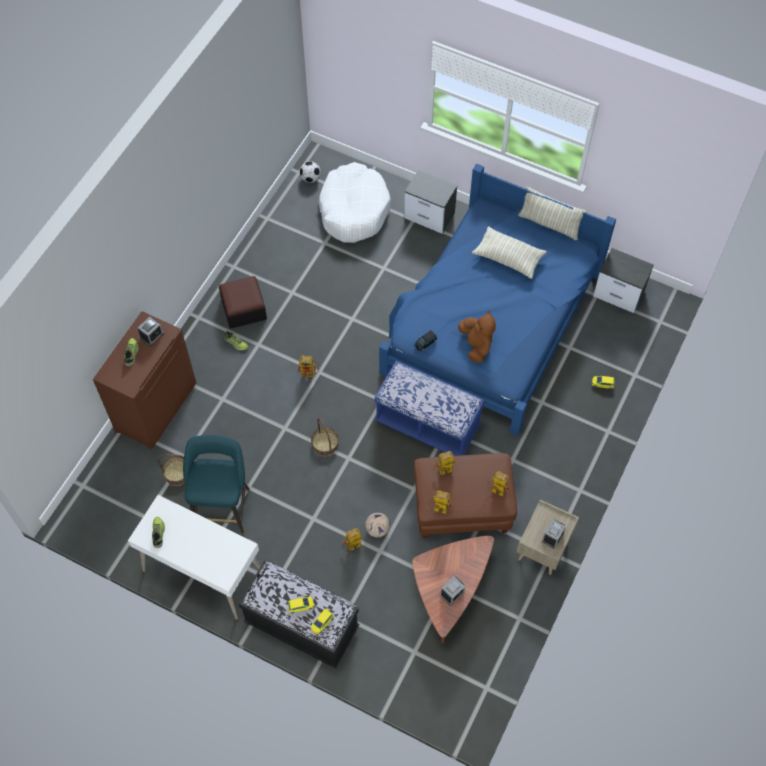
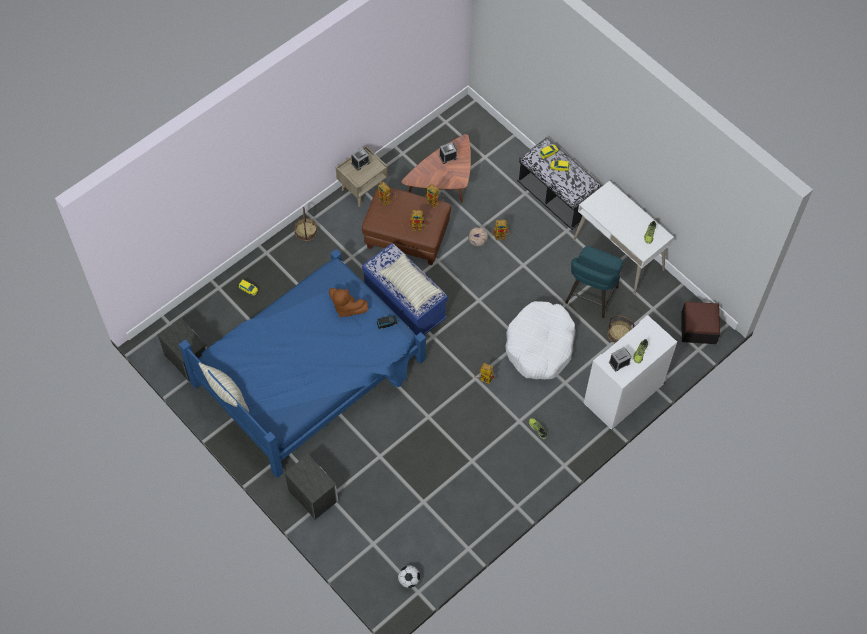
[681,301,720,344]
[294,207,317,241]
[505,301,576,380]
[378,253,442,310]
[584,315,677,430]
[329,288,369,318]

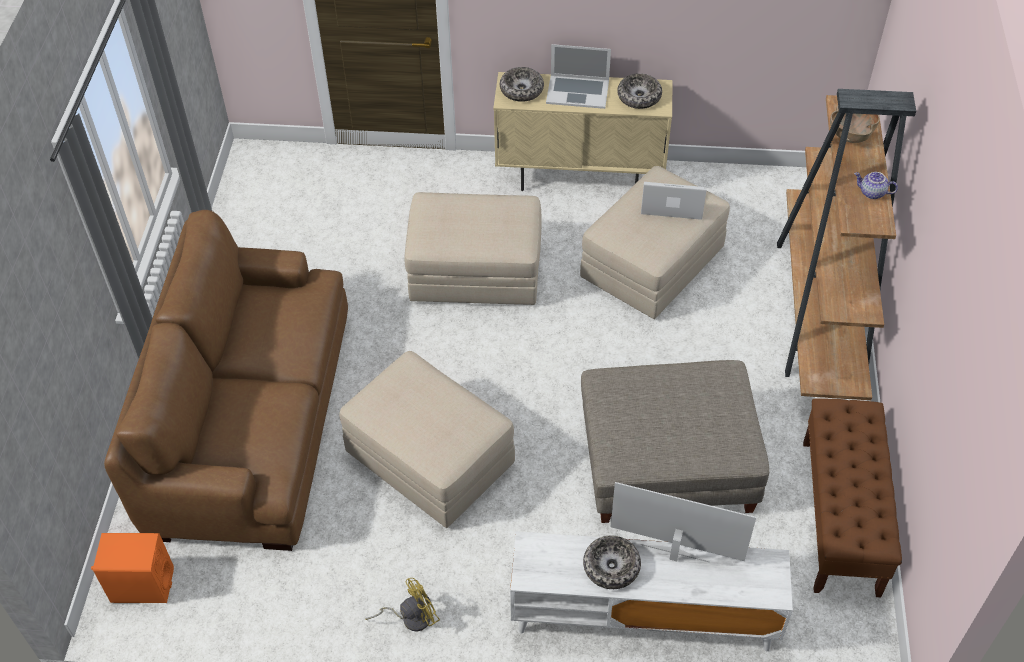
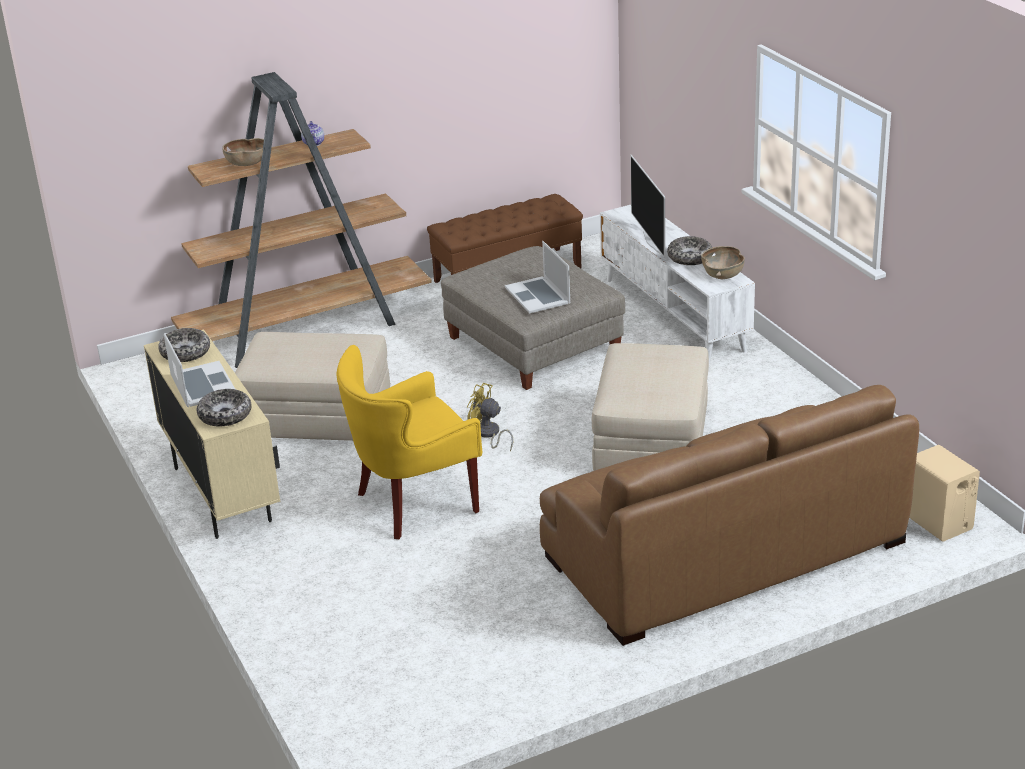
[701,246,745,279]
[467,383,513,451]
[505,241,570,314]
[336,345,482,539]
[909,445,980,542]

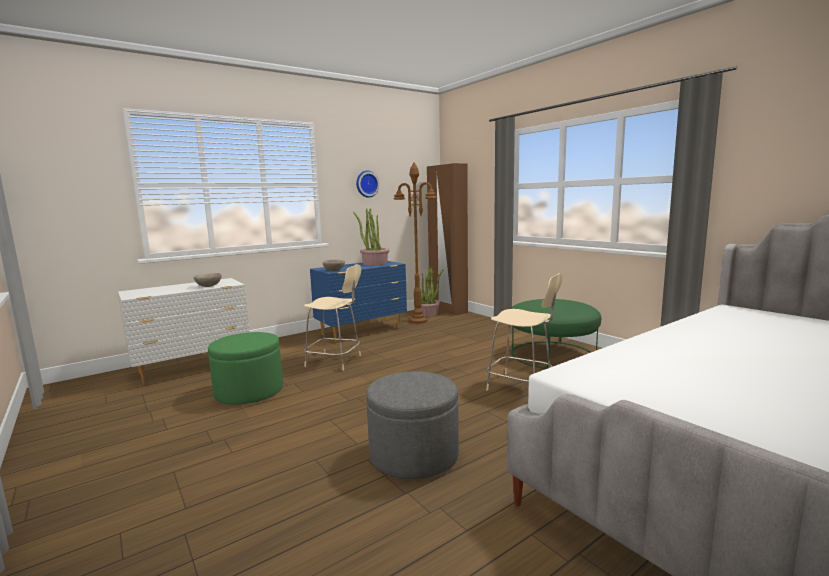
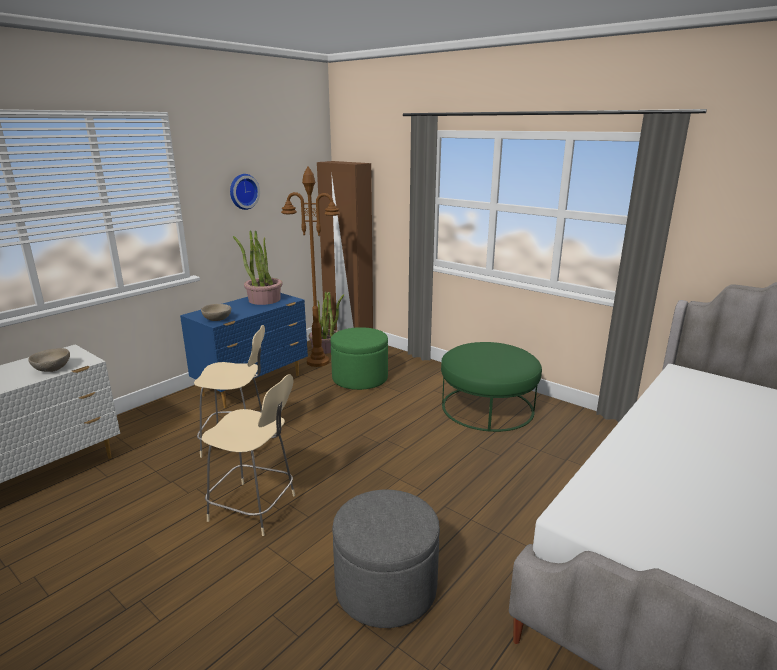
[331,327,388,390]
[201,375,295,536]

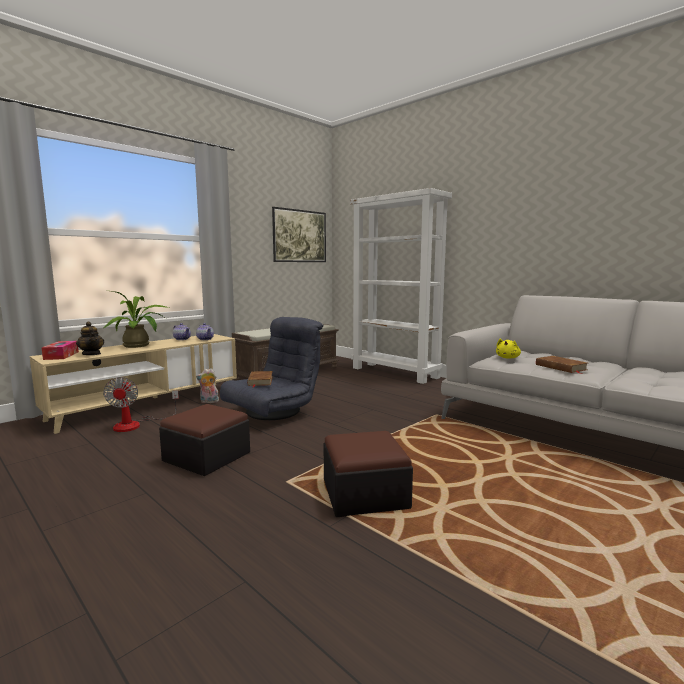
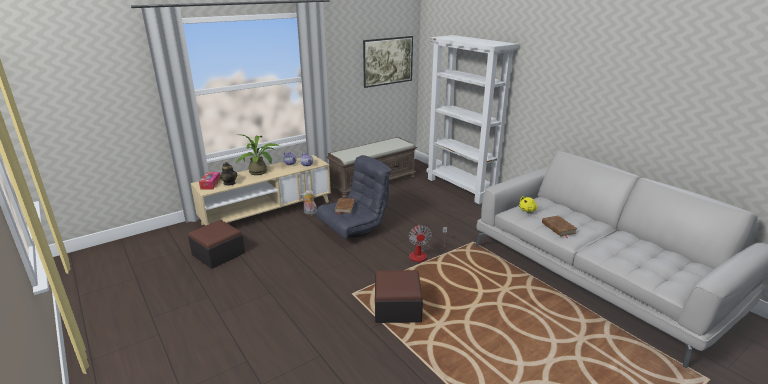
[409,224,447,262]
[188,220,245,269]

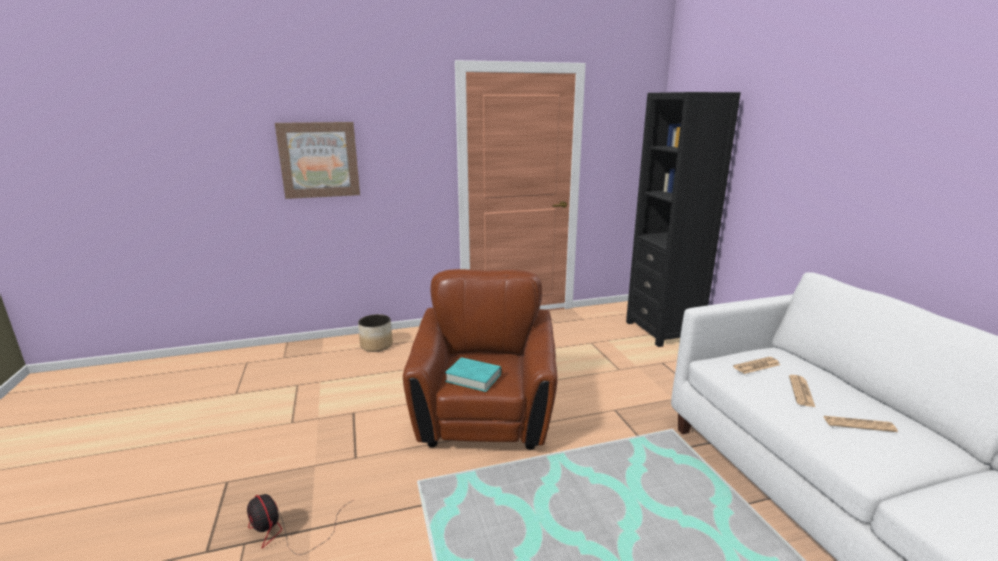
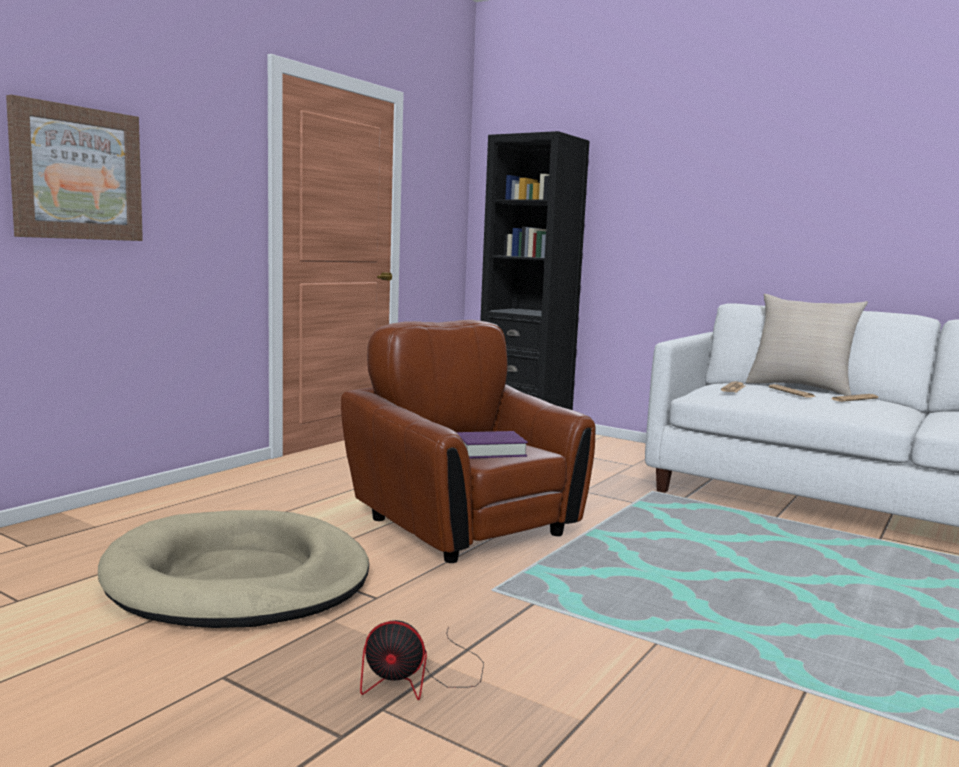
[358,314,393,352] (first image)
[98,510,369,628]
[746,294,868,396]
[457,431,528,458]

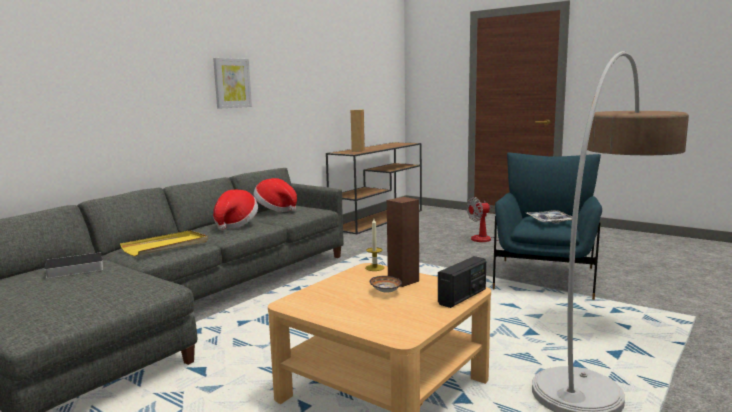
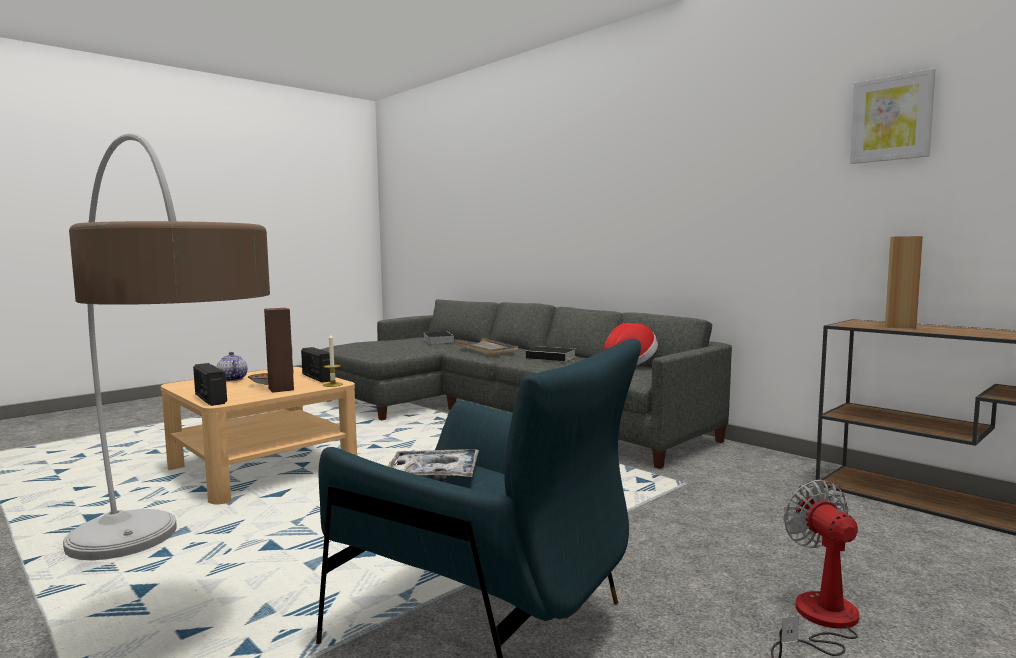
[217,352,248,381]
[301,347,330,383]
[850,68,936,164]
[526,346,576,361]
[453,338,518,355]

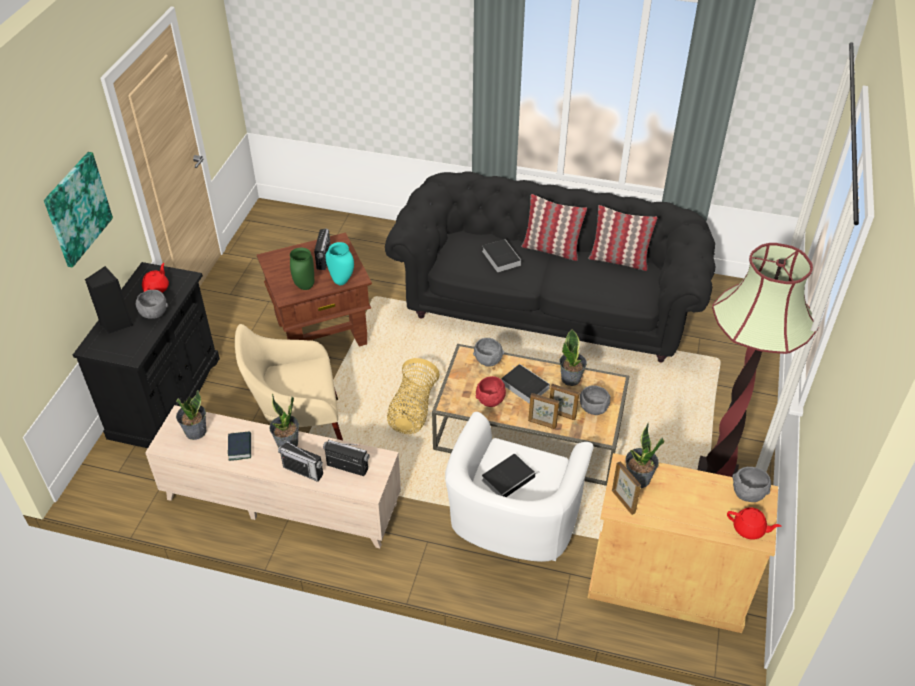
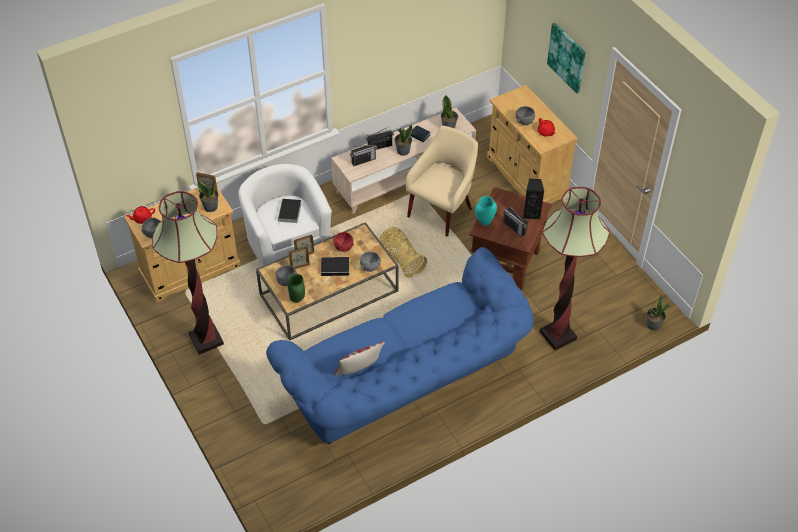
[482,239,521,272] (first image)
[521,194,587,261] (first image)
[540,187,610,350]
[523,179,544,219]
[287,274,305,303]
[647,295,670,331]
[487,85,578,204]
[266,247,534,444]

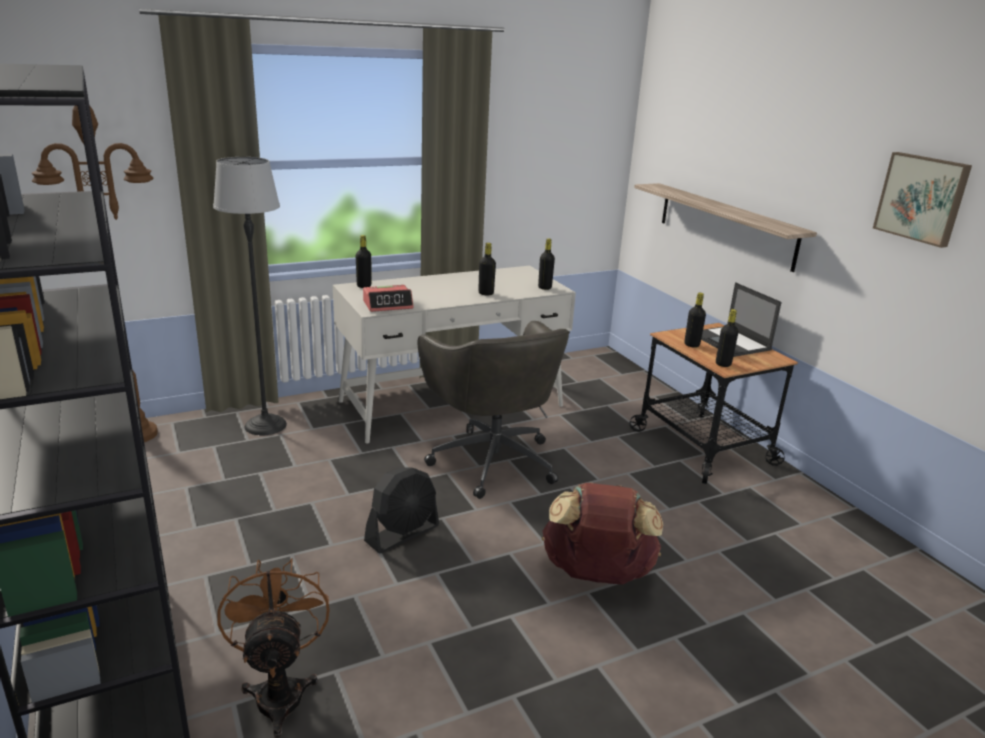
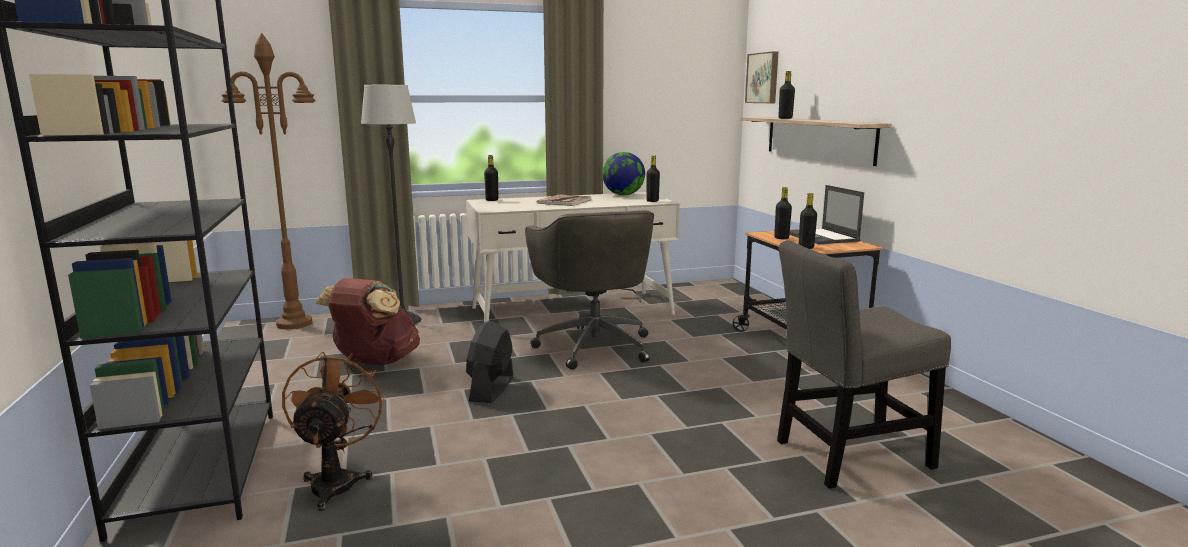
[363,285,414,312] (first image)
[537,194,592,206]
[602,152,645,195]
[777,240,951,489]
[778,71,795,119]
[316,278,420,365]
[745,51,778,103]
[466,320,513,403]

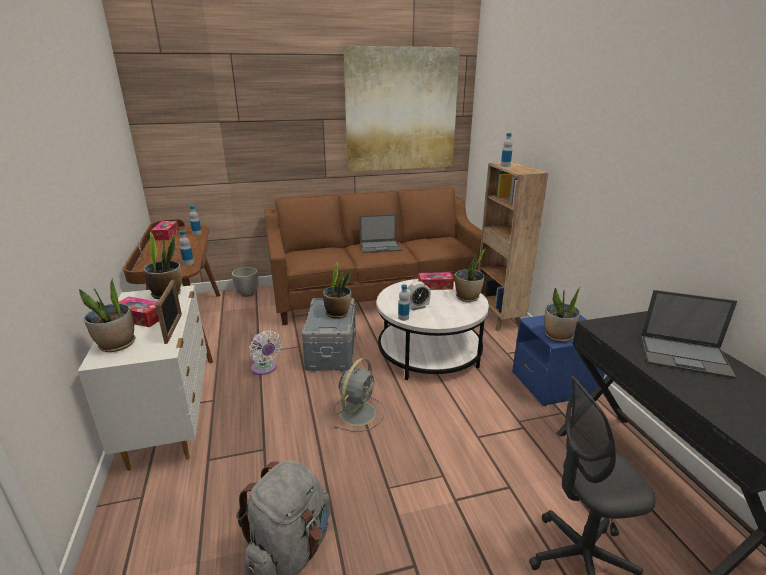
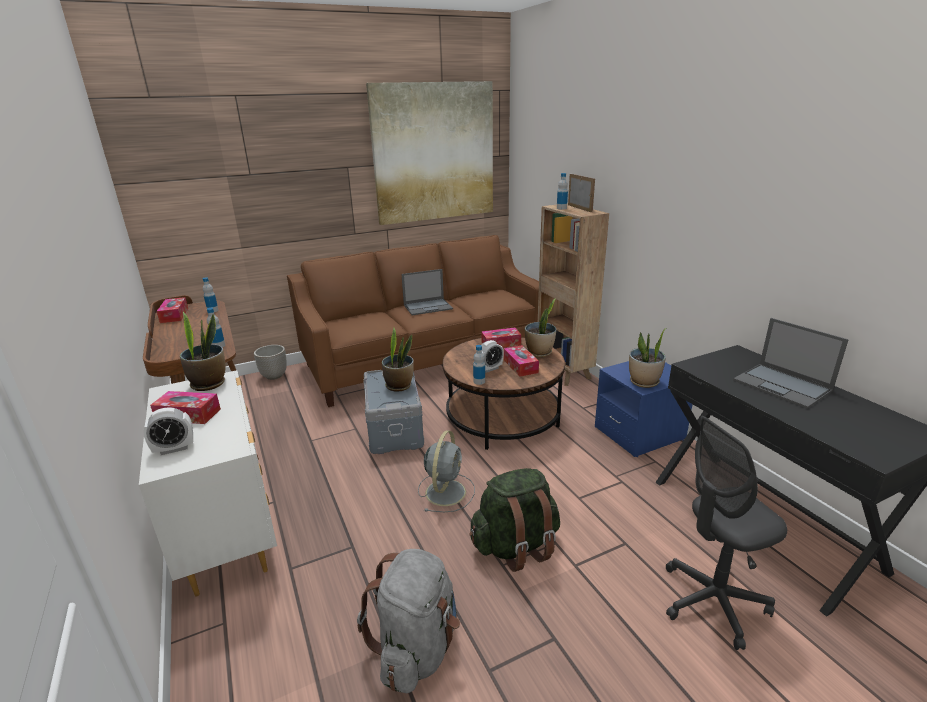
[249,331,282,375] (first image)
[469,468,560,572]
[504,345,539,377]
[568,174,595,212]
[143,407,193,455]
[443,337,565,450]
[733,318,849,409]

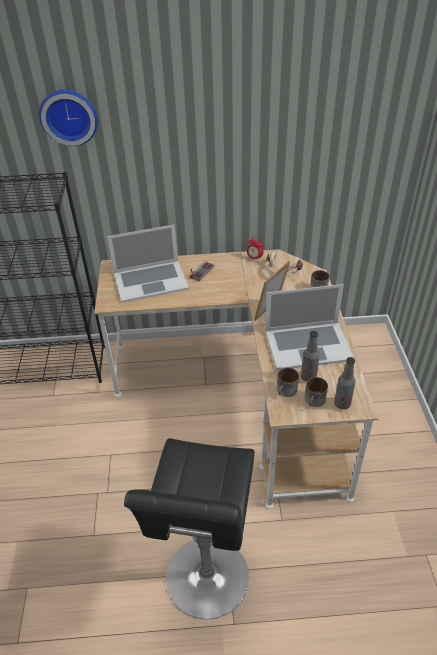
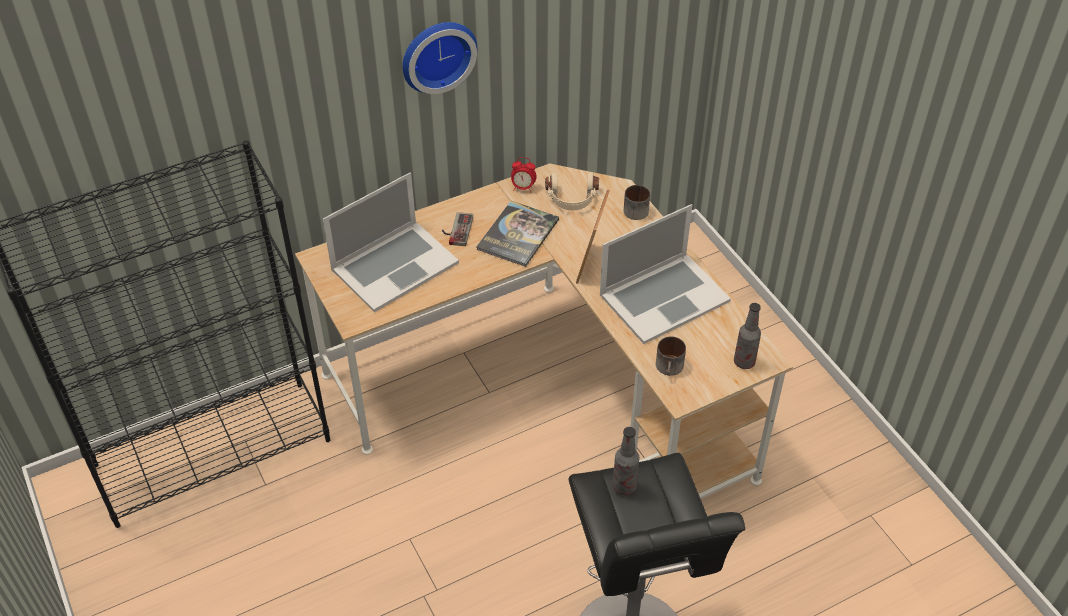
[305,377,328,407] (first image)
[476,201,559,267]
[402,22,477,94]
[612,427,639,496]

